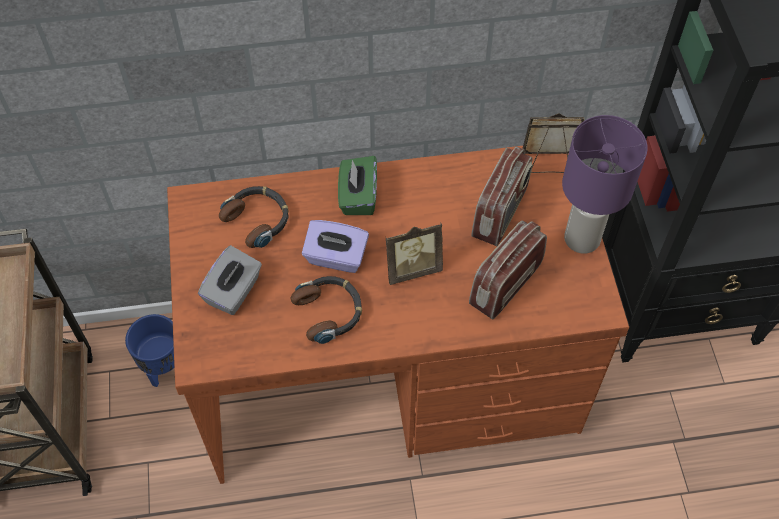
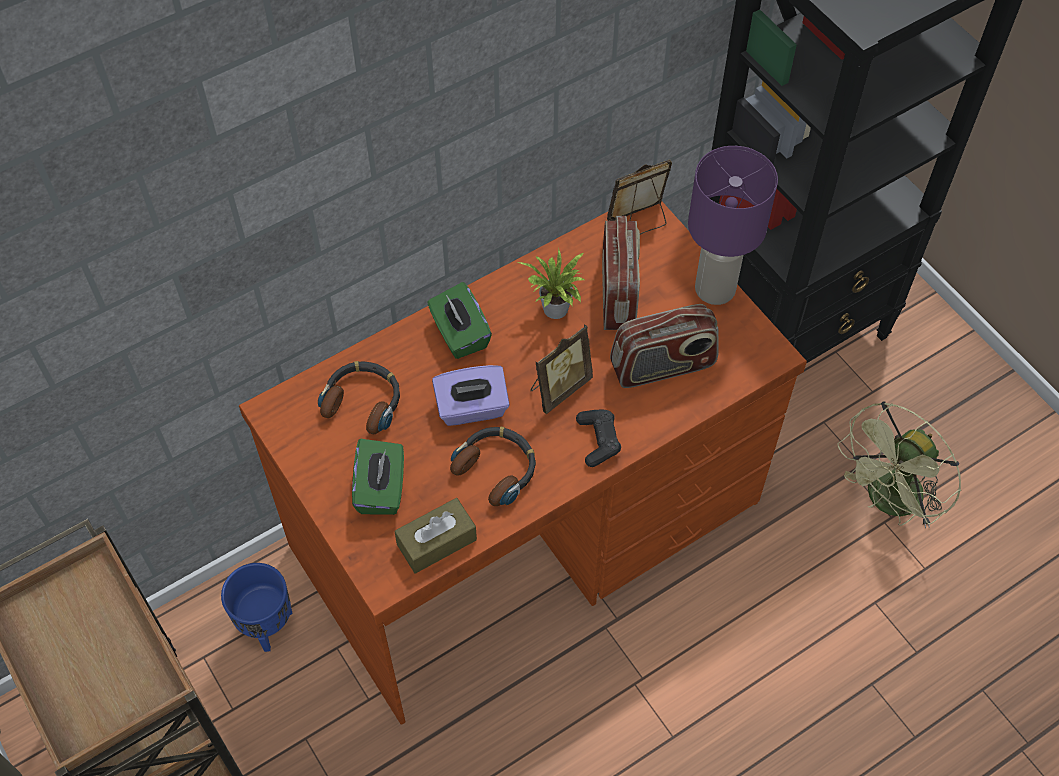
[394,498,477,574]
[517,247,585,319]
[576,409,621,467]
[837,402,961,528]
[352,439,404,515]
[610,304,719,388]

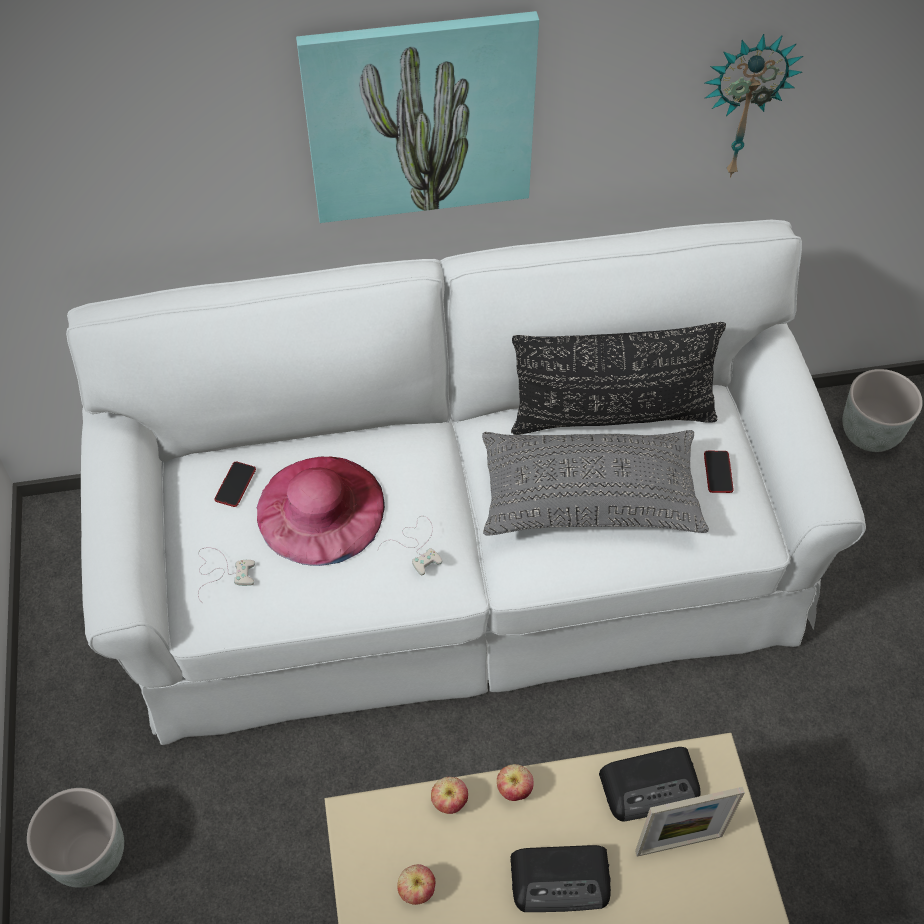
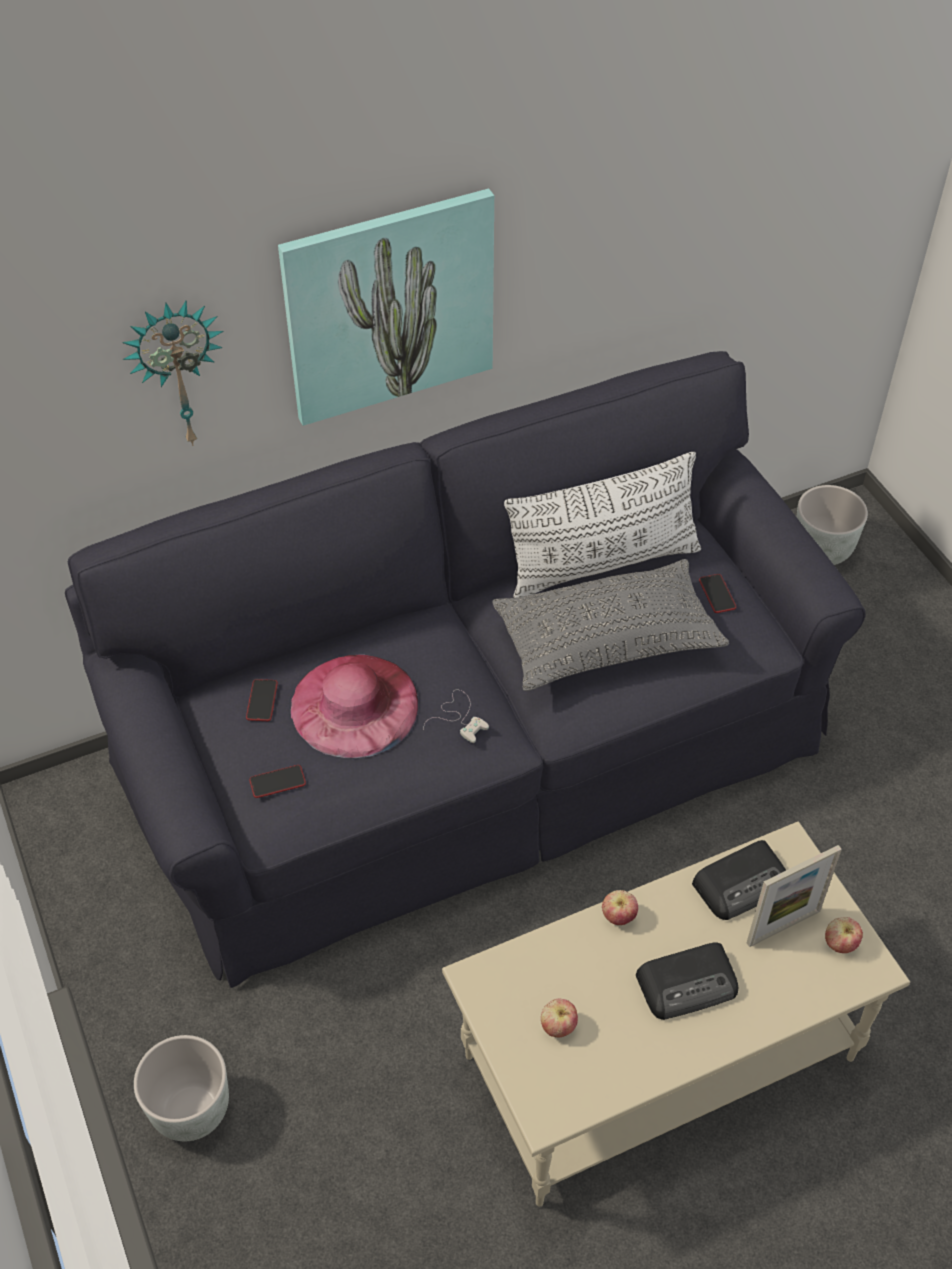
[825,917,863,953]
[122,300,224,446]
[249,765,306,798]
[65,351,866,988]
[504,452,701,598]

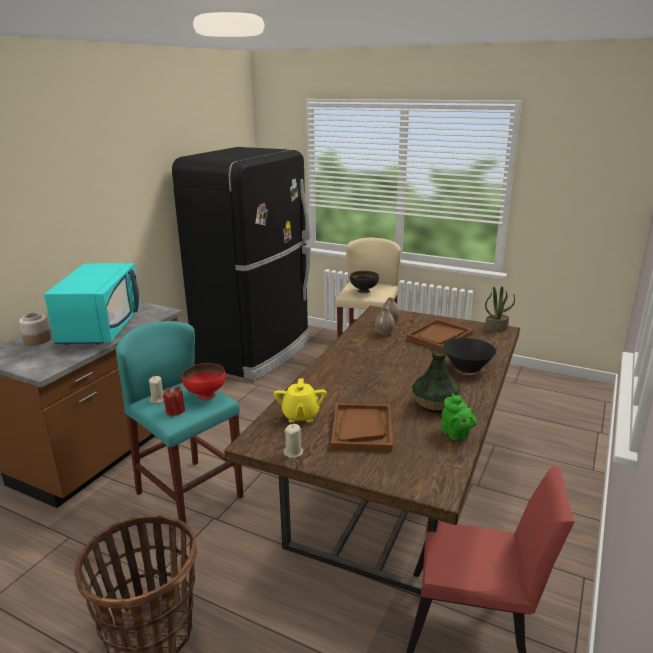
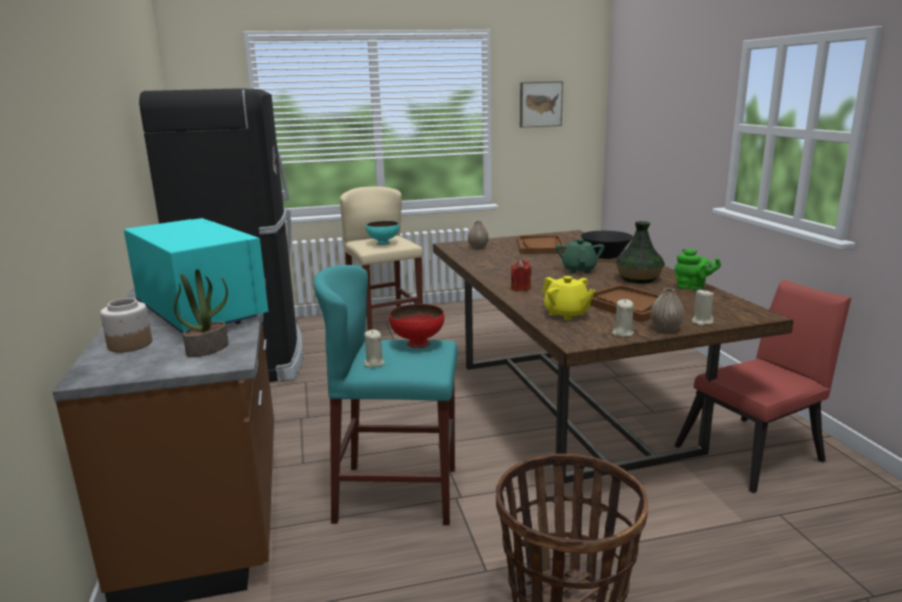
[520,81,563,128]
[556,239,604,274]
[692,289,714,326]
[511,260,532,291]
[651,288,684,332]
[174,269,229,357]
[366,221,399,245]

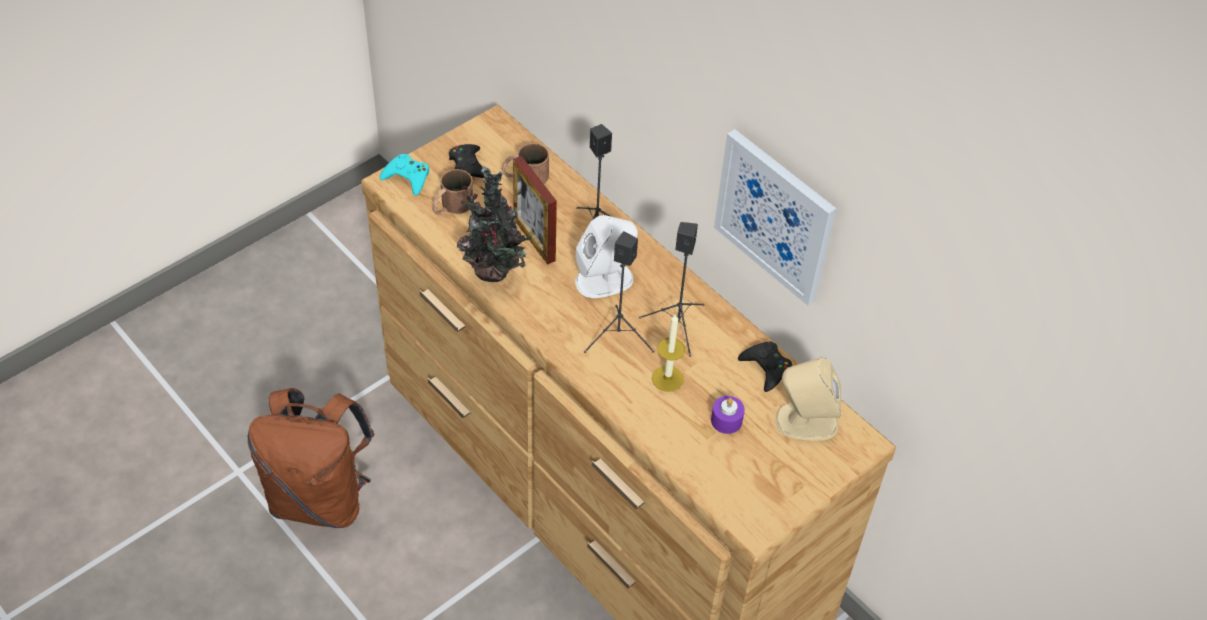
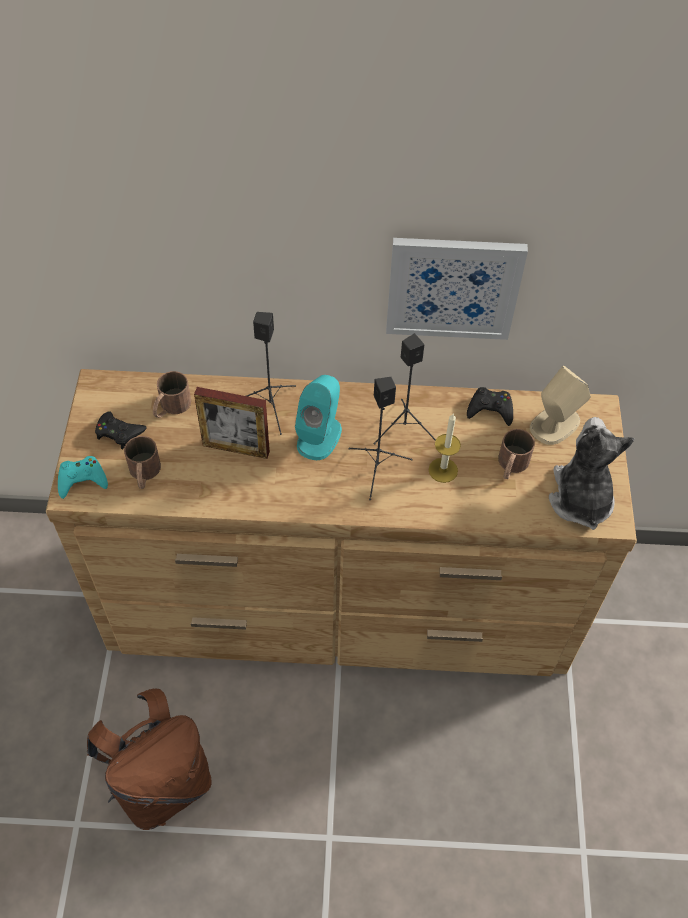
[457,166,532,282] (first image)
[549,417,635,530]
[498,429,535,479]
[295,375,342,460]

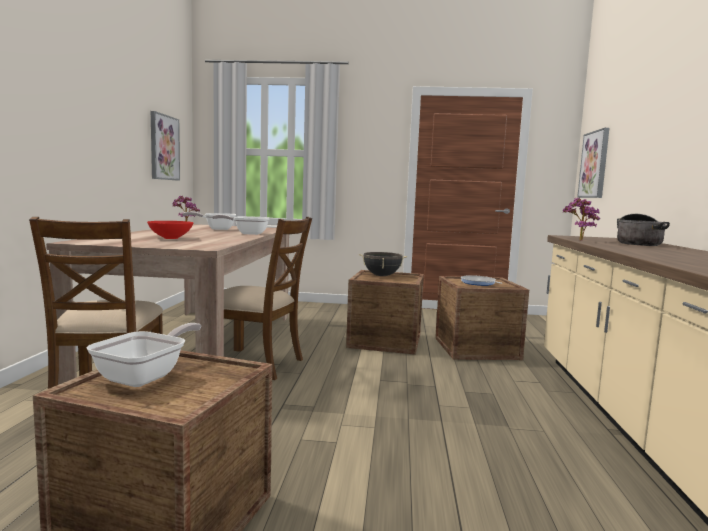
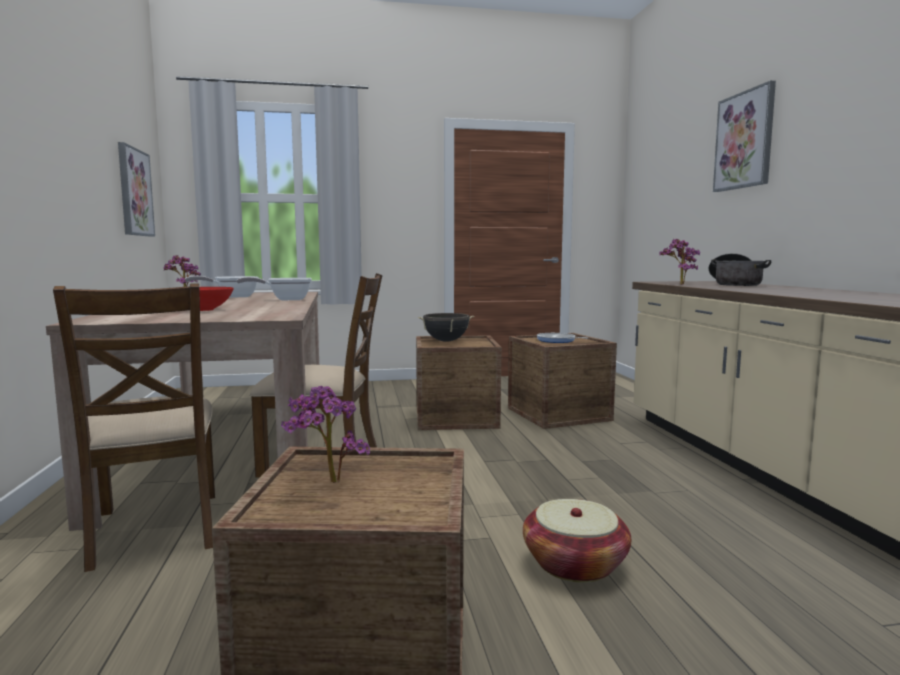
[523,499,631,583]
[713,81,776,192]
[281,386,370,483]

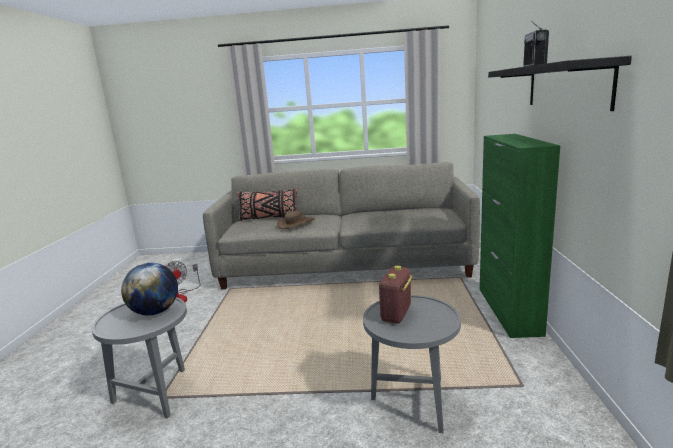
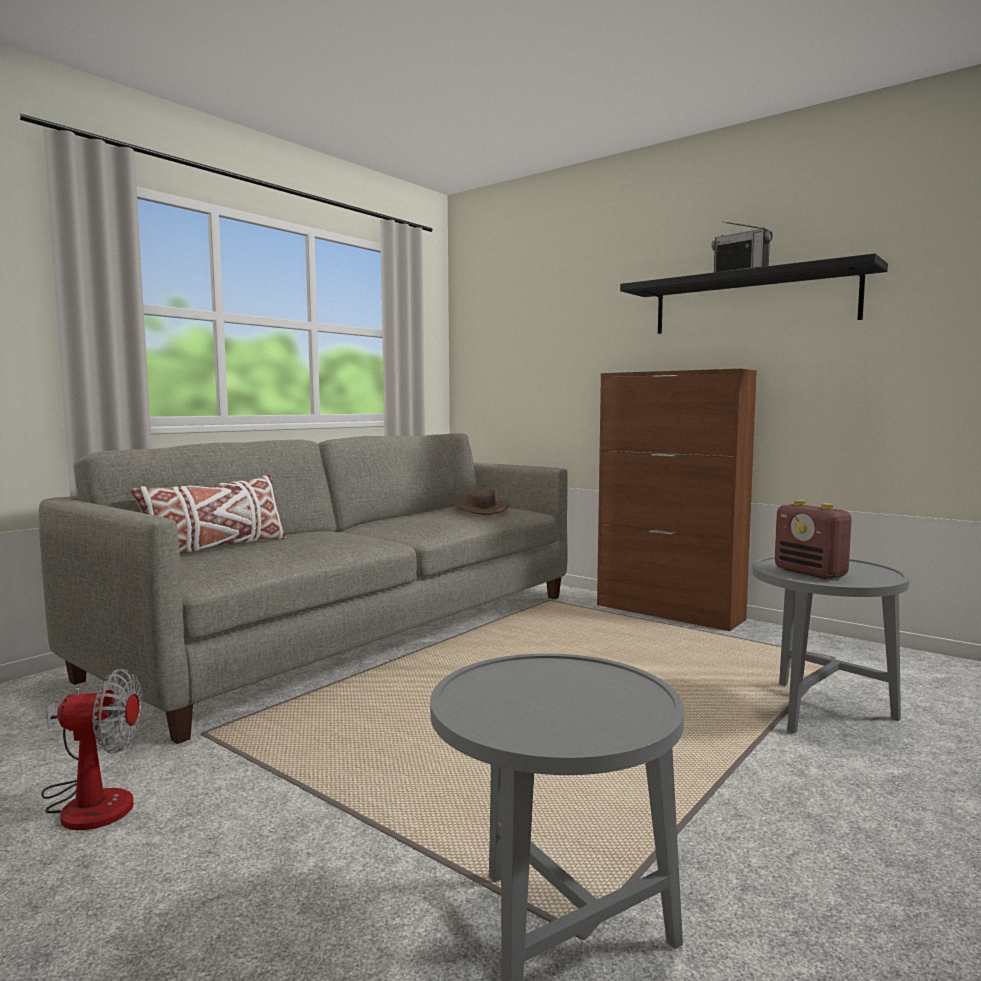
[121,263,178,316] (first image)
[451,489,509,515]
[131,475,287,553]
[597,369,757,631]

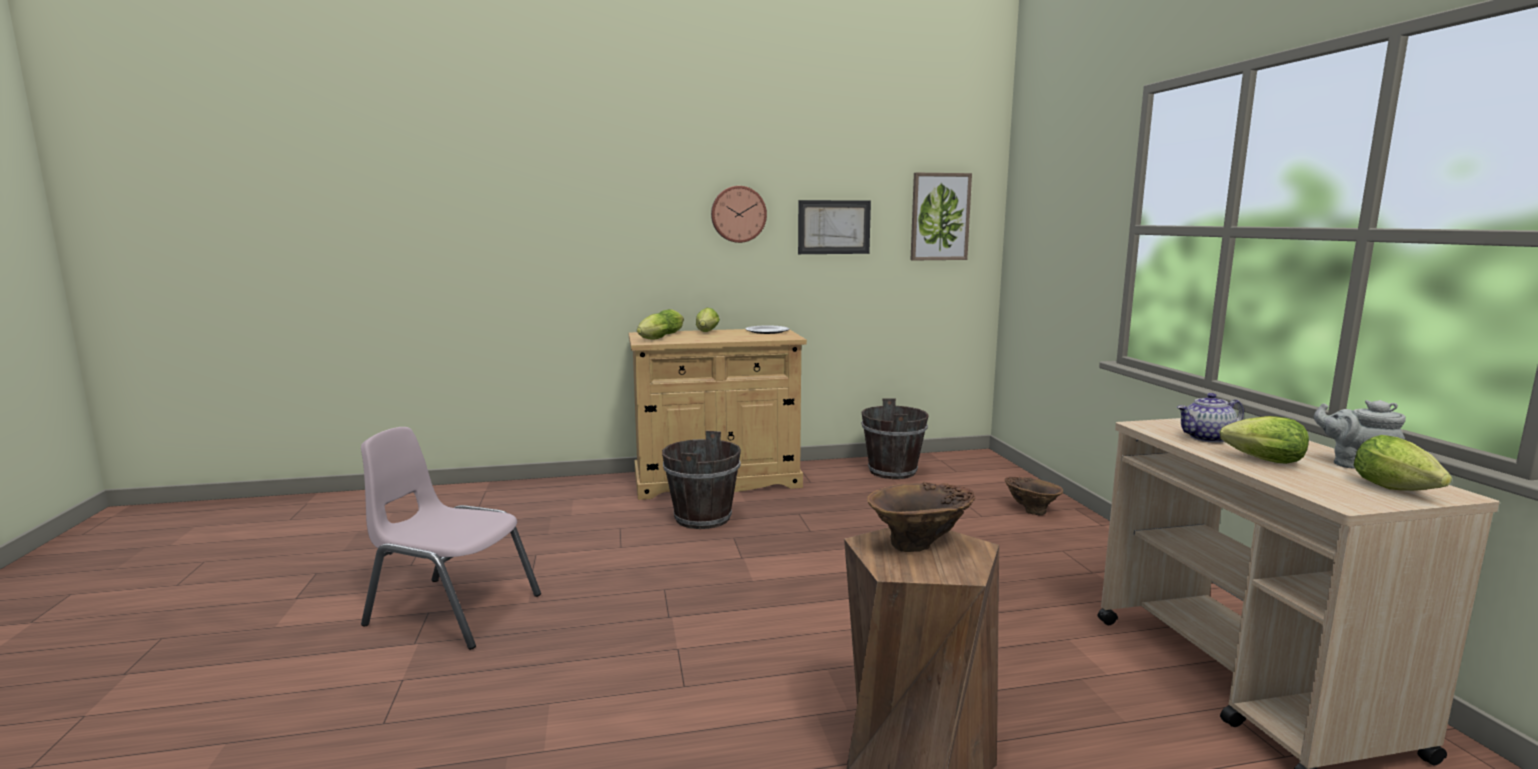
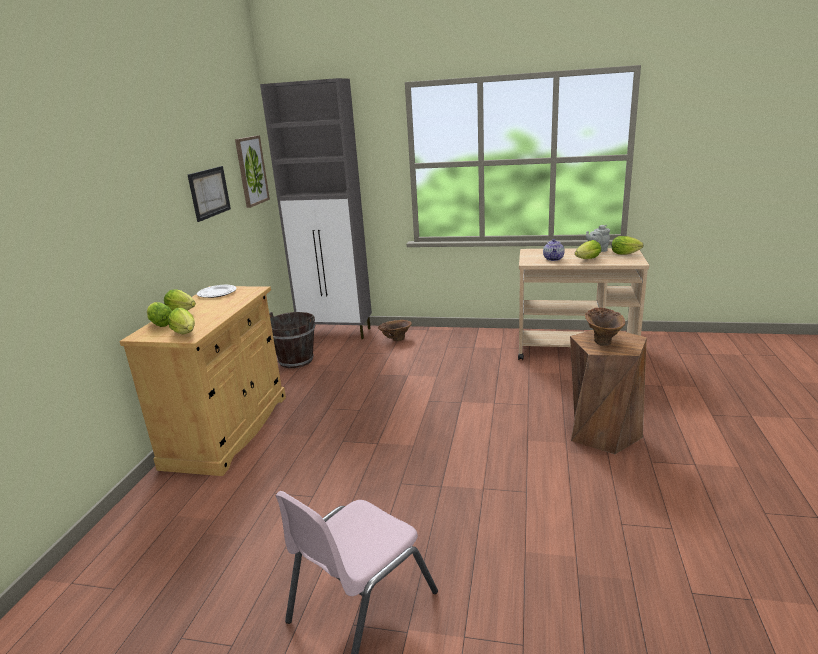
[662,431,741,529] (first image)
[711,186,767,243] (first image)
[260,78,372,339]

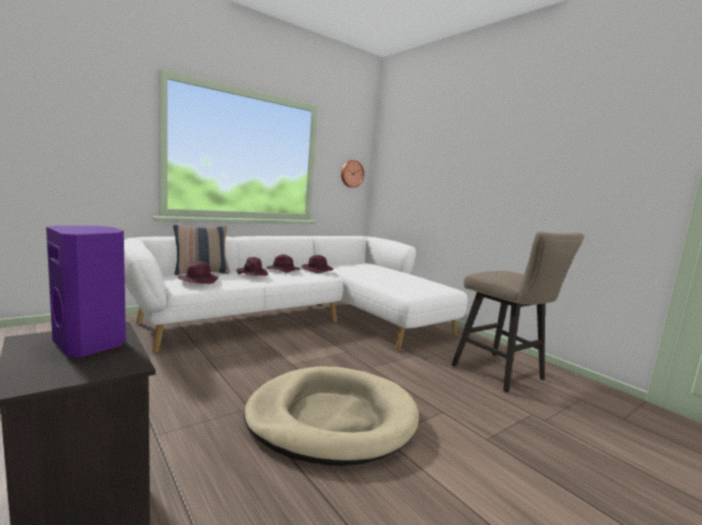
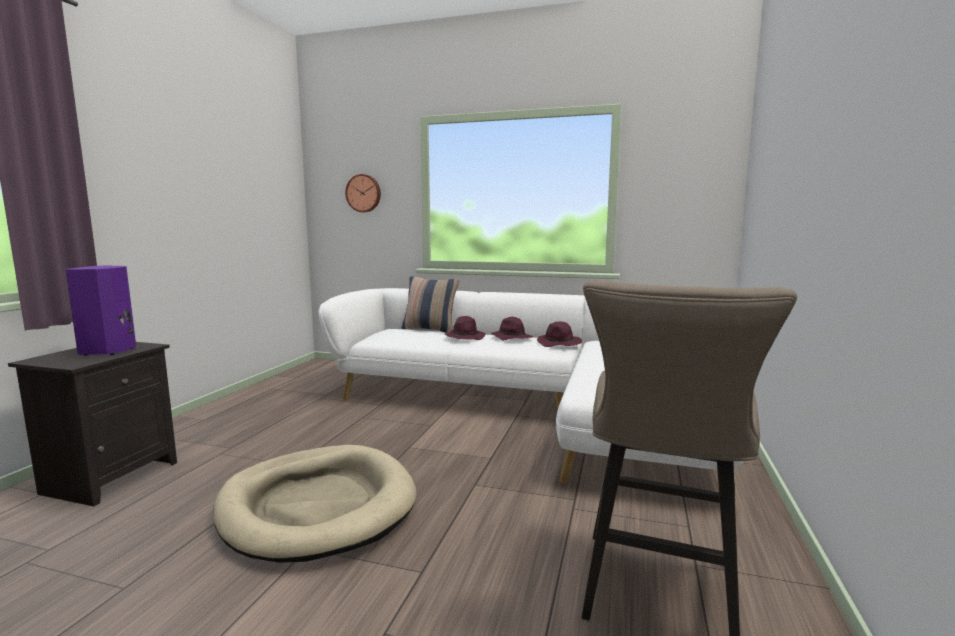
[178,261,219,284] (first image)
[345,174,381,212]

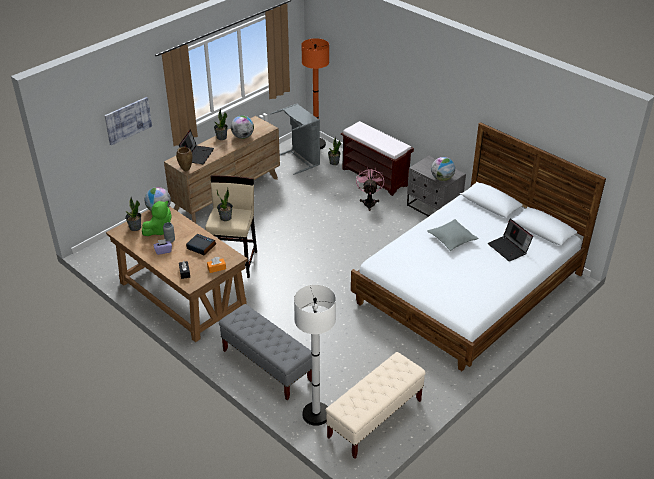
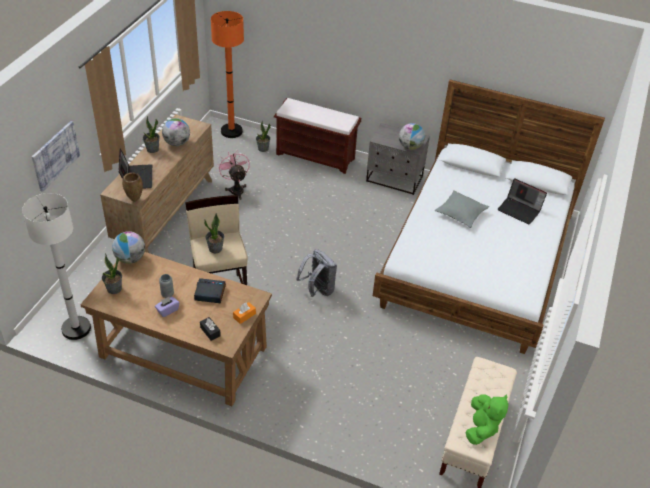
[219,304,312,400] (first image)
[270,103,320,175] (first image)
[296,249,337,297]
[466,394,508,445]
[22,193,91,340]
[218,151,250,200]

